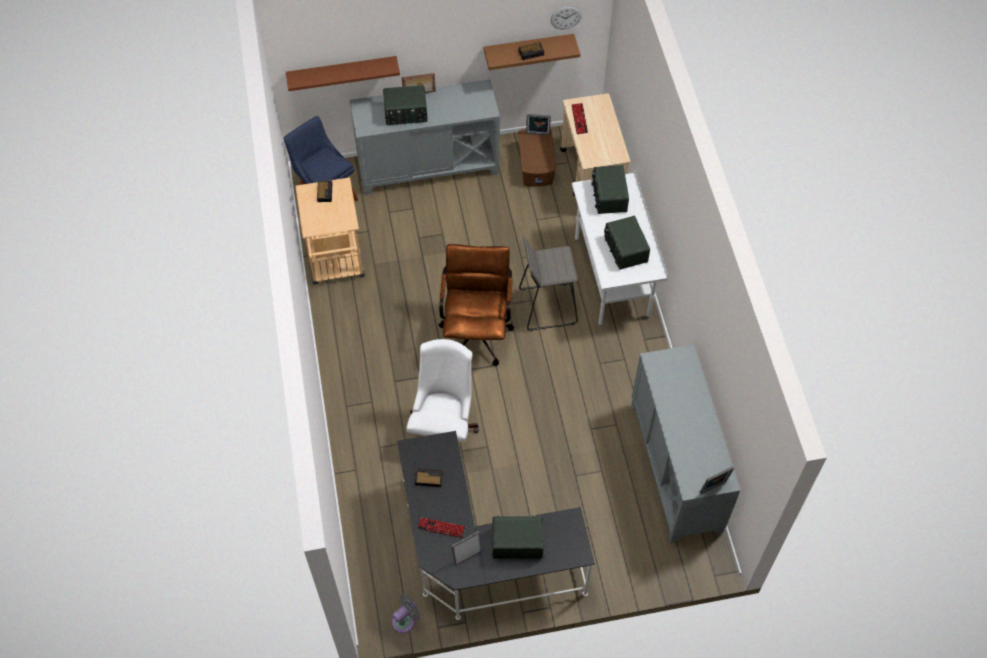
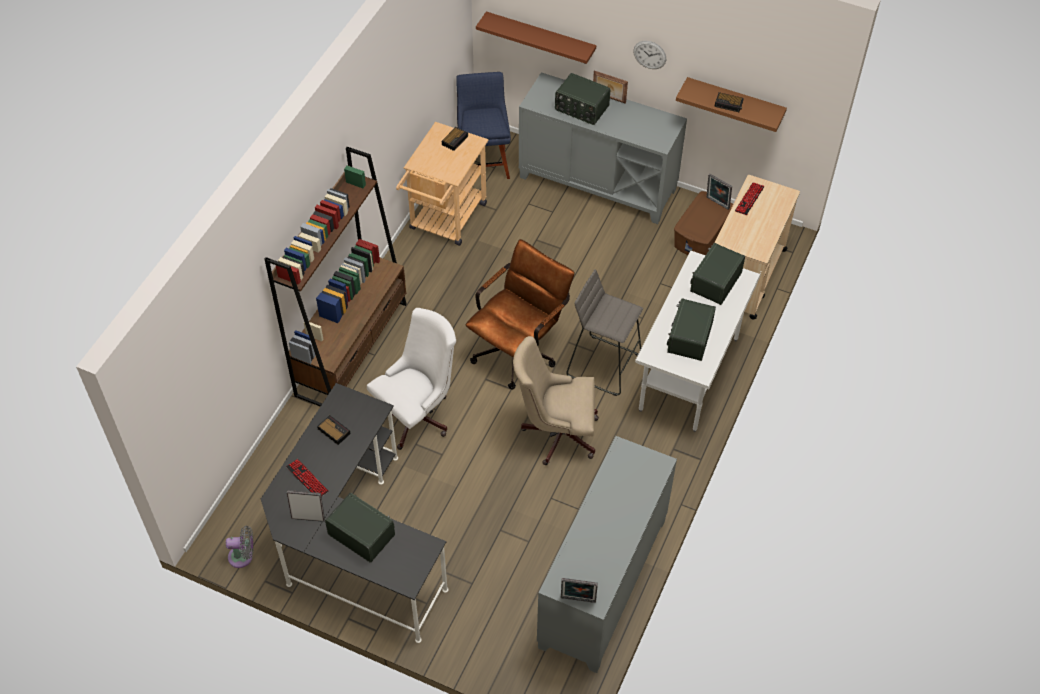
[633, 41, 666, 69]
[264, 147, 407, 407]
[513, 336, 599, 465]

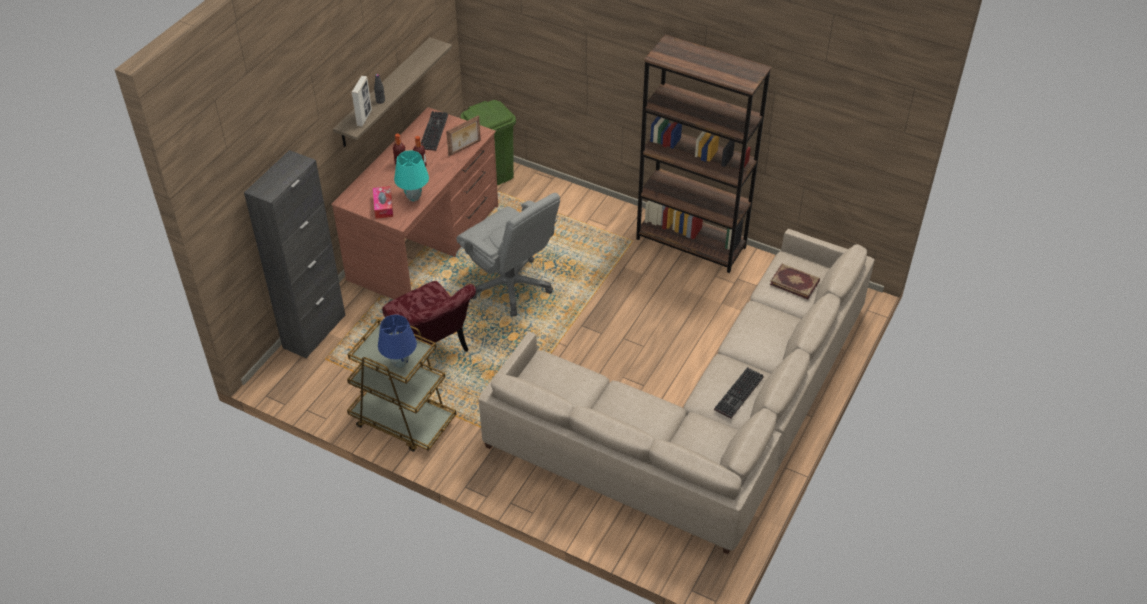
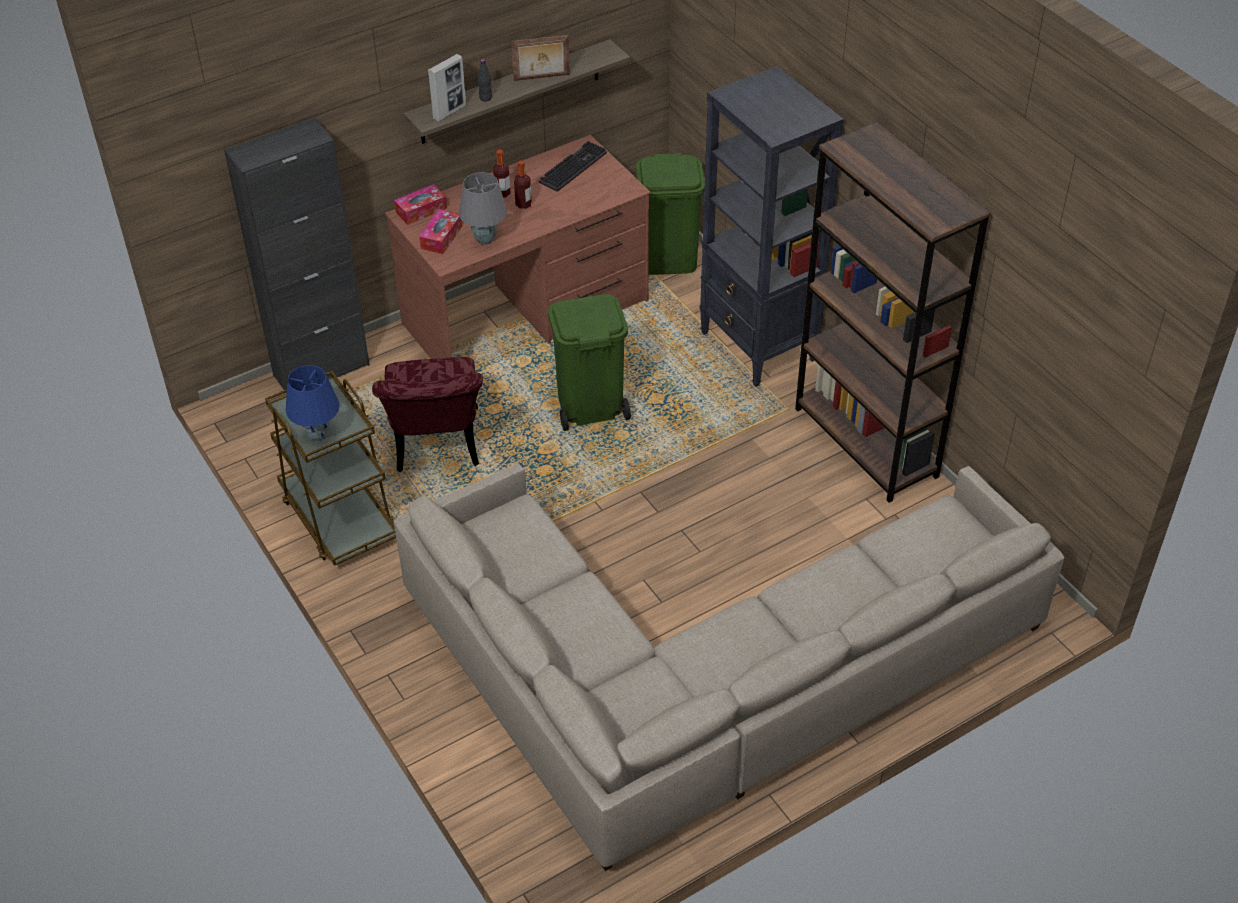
[511, 35, 570, 81]
[459, 172, 507, 245]
[548, 294, 631, 431]
[770, 264, 820, 299] (first image)
[714, 367, 764, 419] (first image)
[700, 66, 844, 387]
[394, 184, 447, 225]

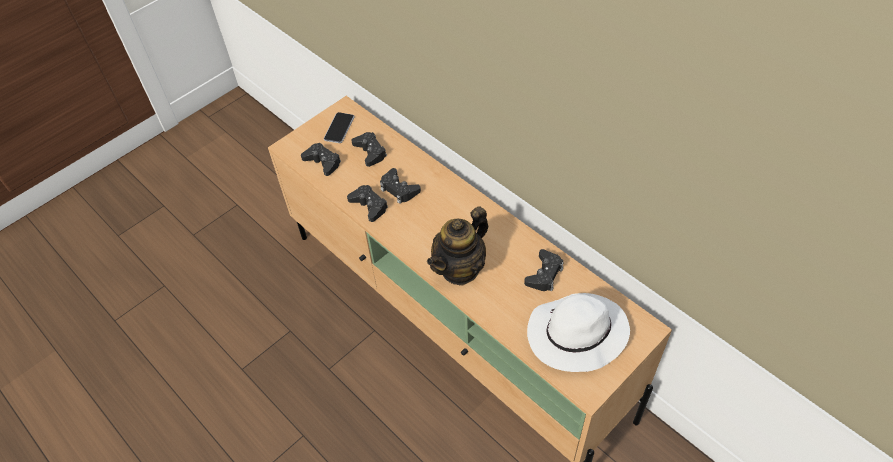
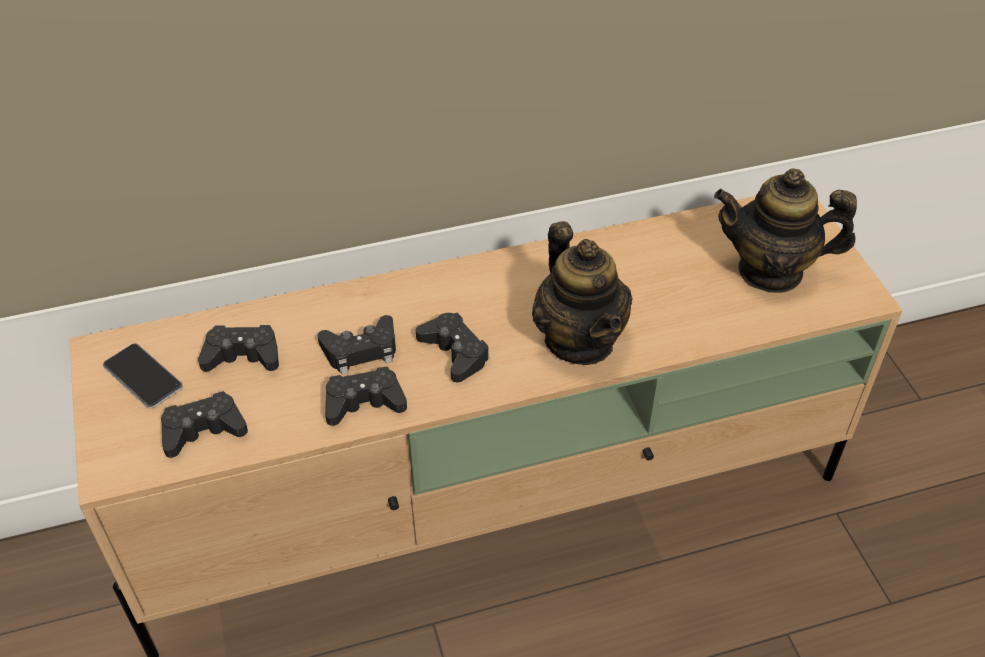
[416, 313, 490, 382]
[714, 168, 857, 293]

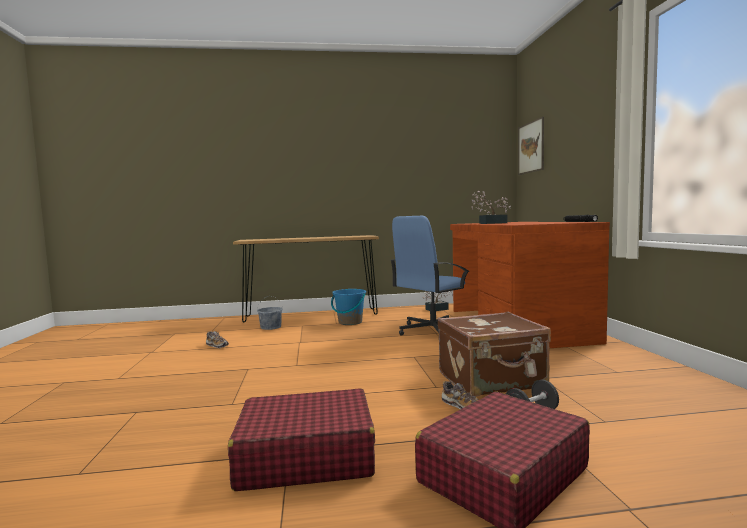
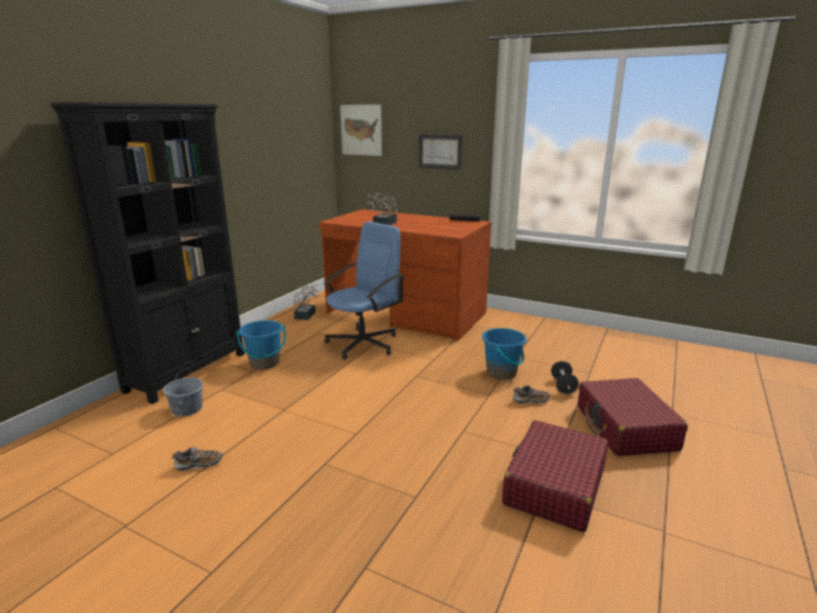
[324, 221, 404, 360]
[50, 102, 245, 404]
[482, 328, 527, 380]
[419, 134, 462, 170]

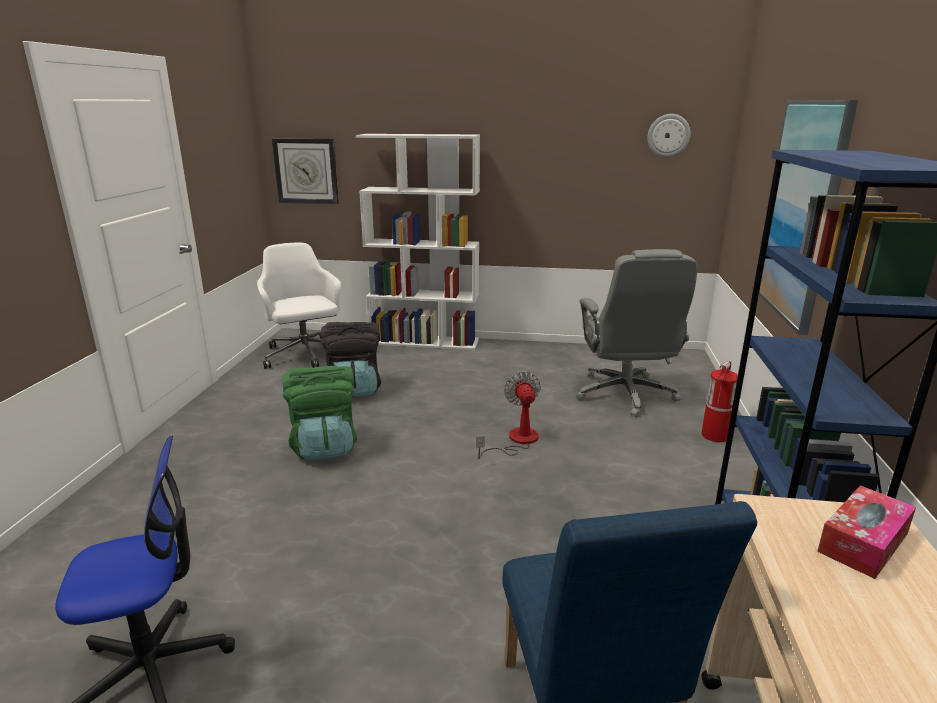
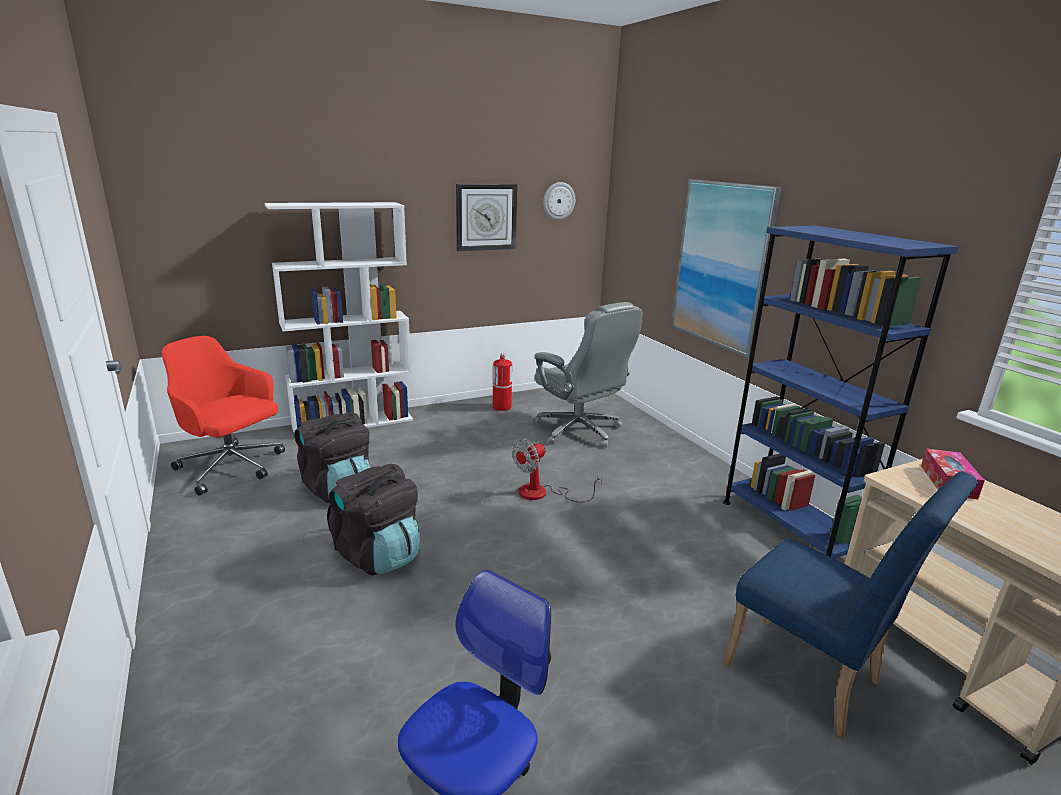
[456, 184, 517, 251]
[161, 336, 285, 496]
[493, 353, 512, 411]
[327, 464, 420, 575]
[512, 439, 602, 502]

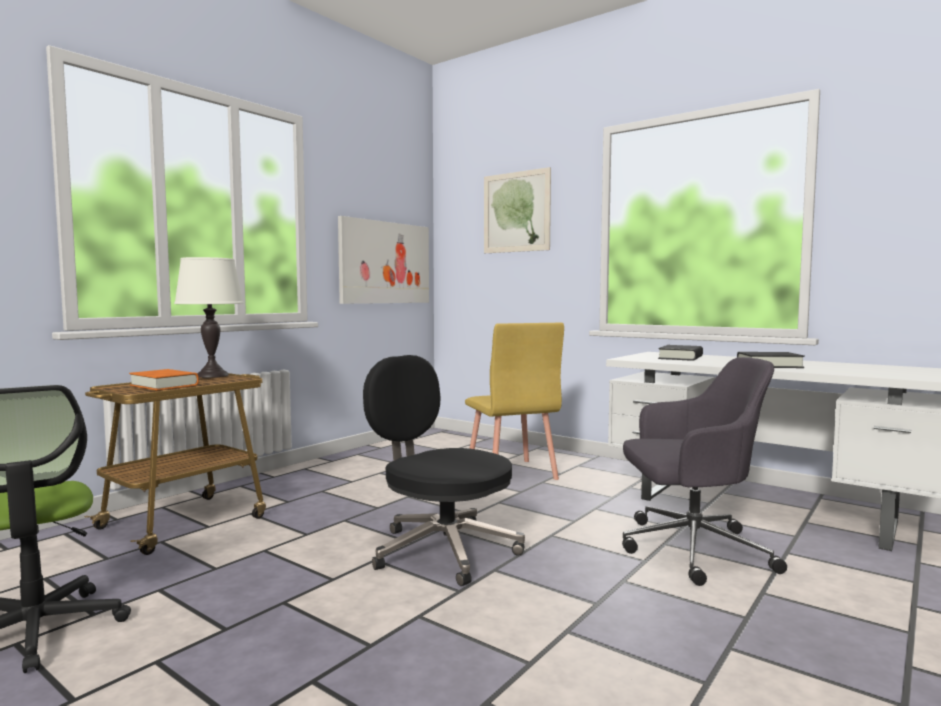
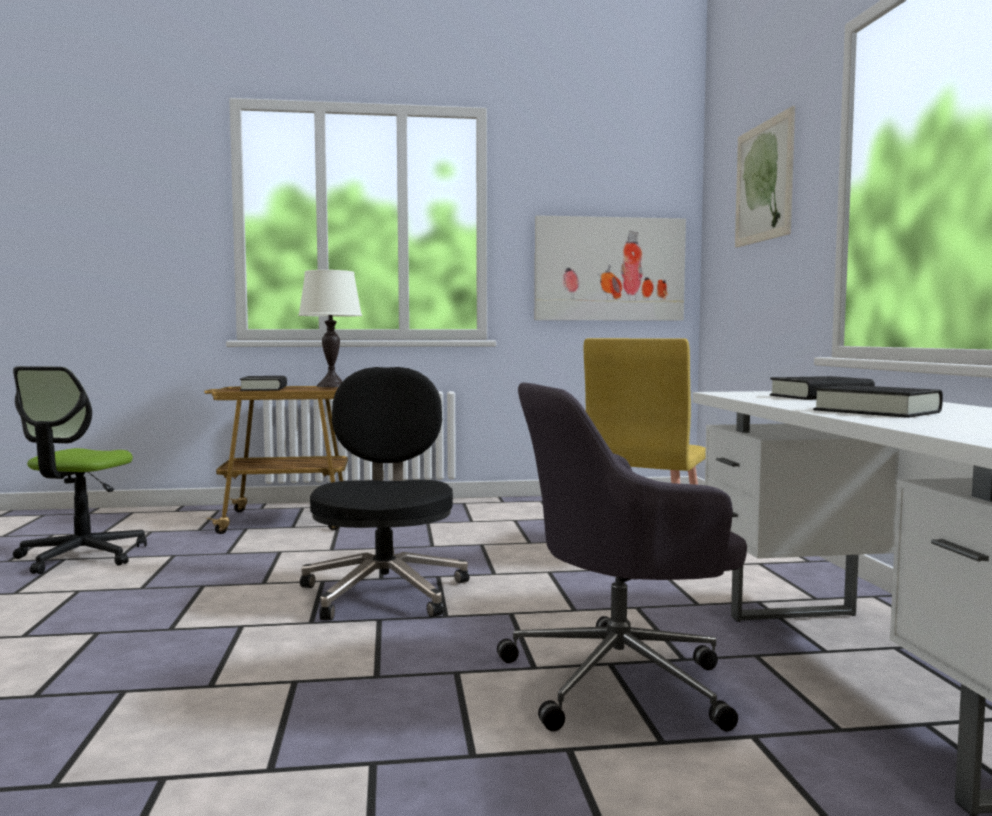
[497, 383, 747, 731]
[240, 376, 287, 391]

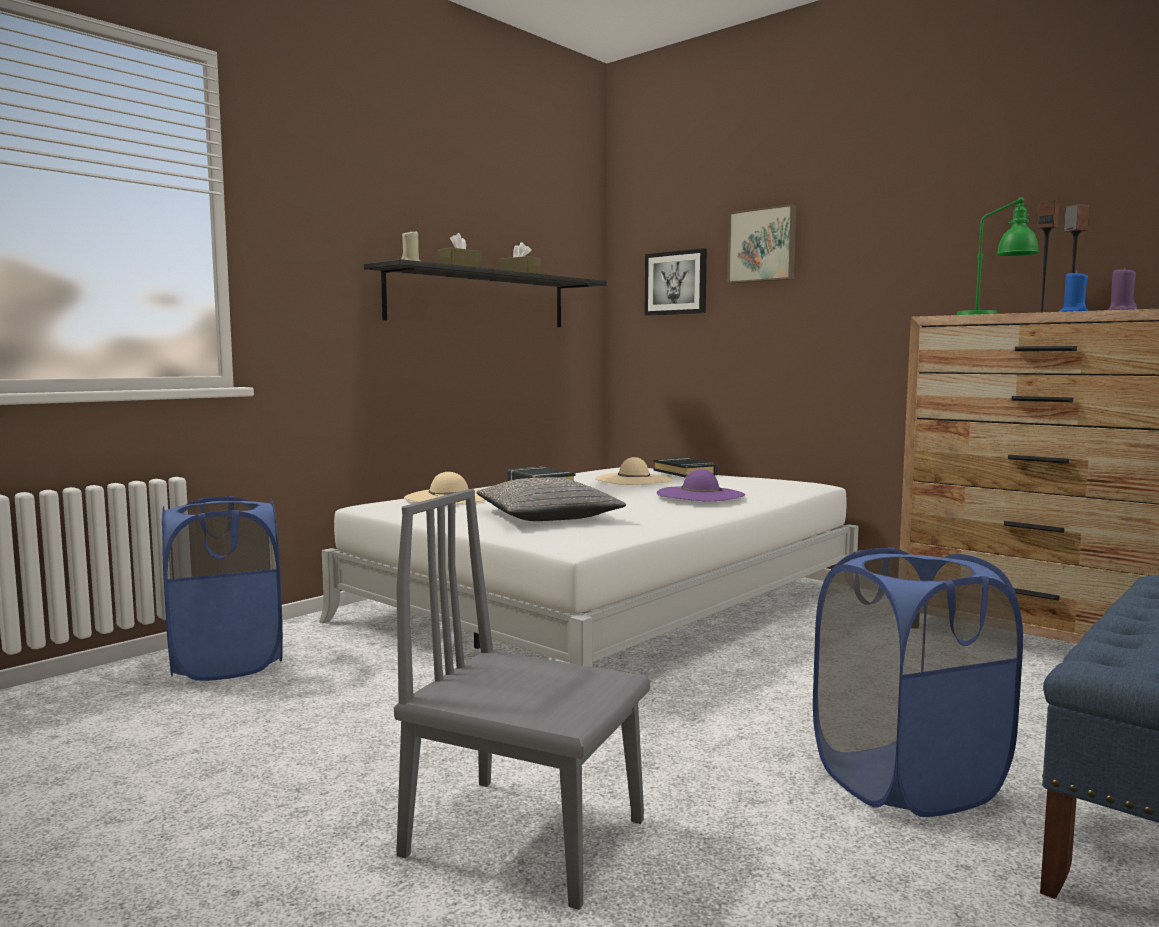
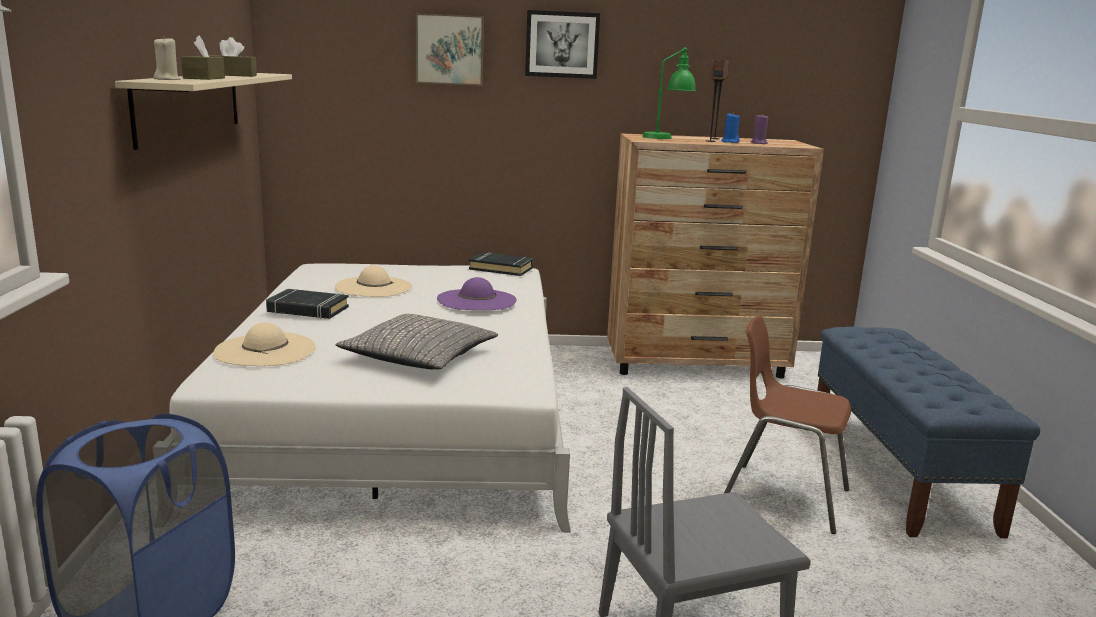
[525, 10, 600, 79]
[115, 73, 292, 150]
[469, 252, 533, 276]
[723, 316, 851, 534]

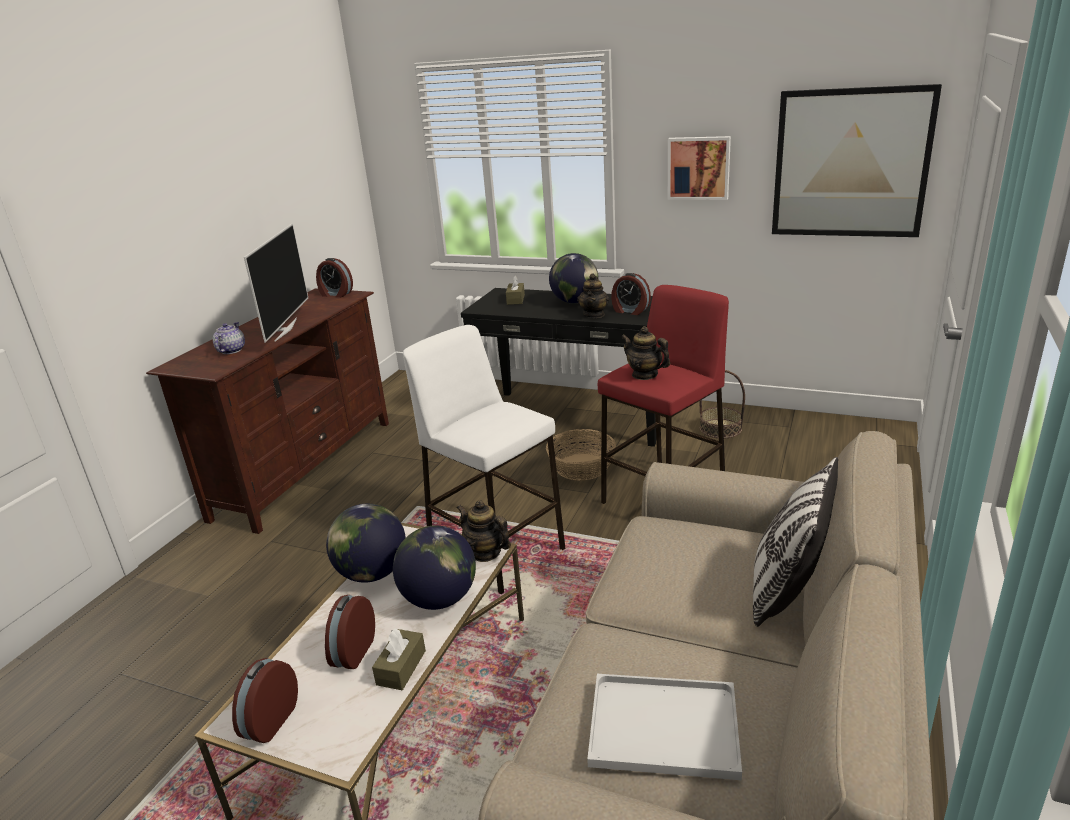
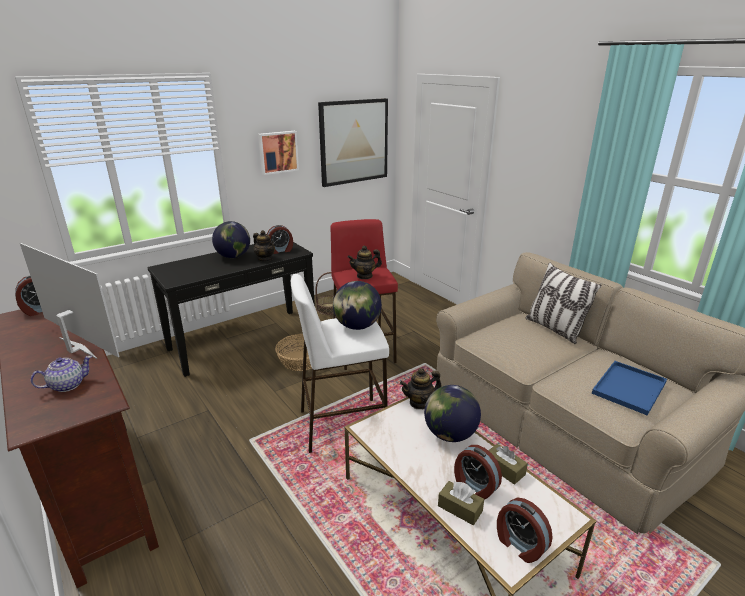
[438, 481, 484, 525]
[31, 355, 92, 392]
[333, 281, 382, 330]
[592, 361, 667, 415]

